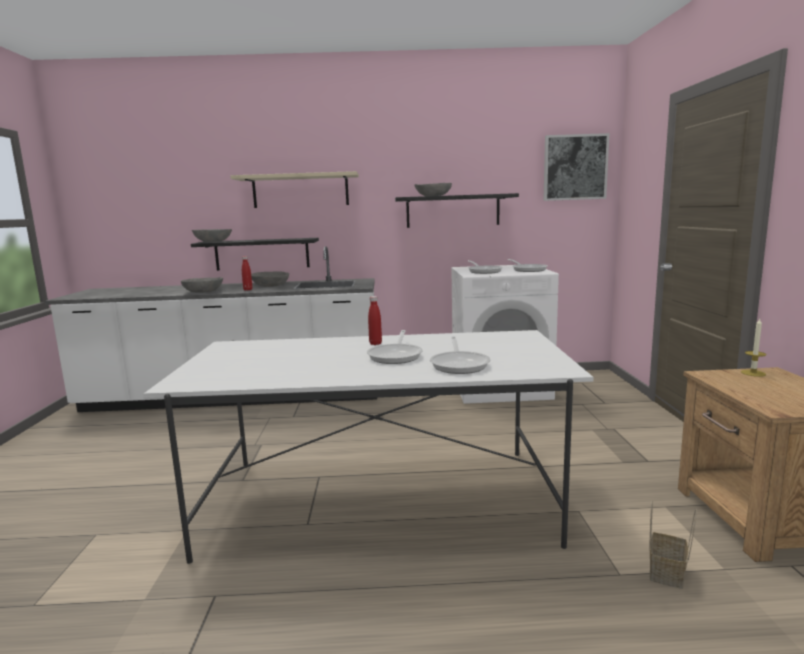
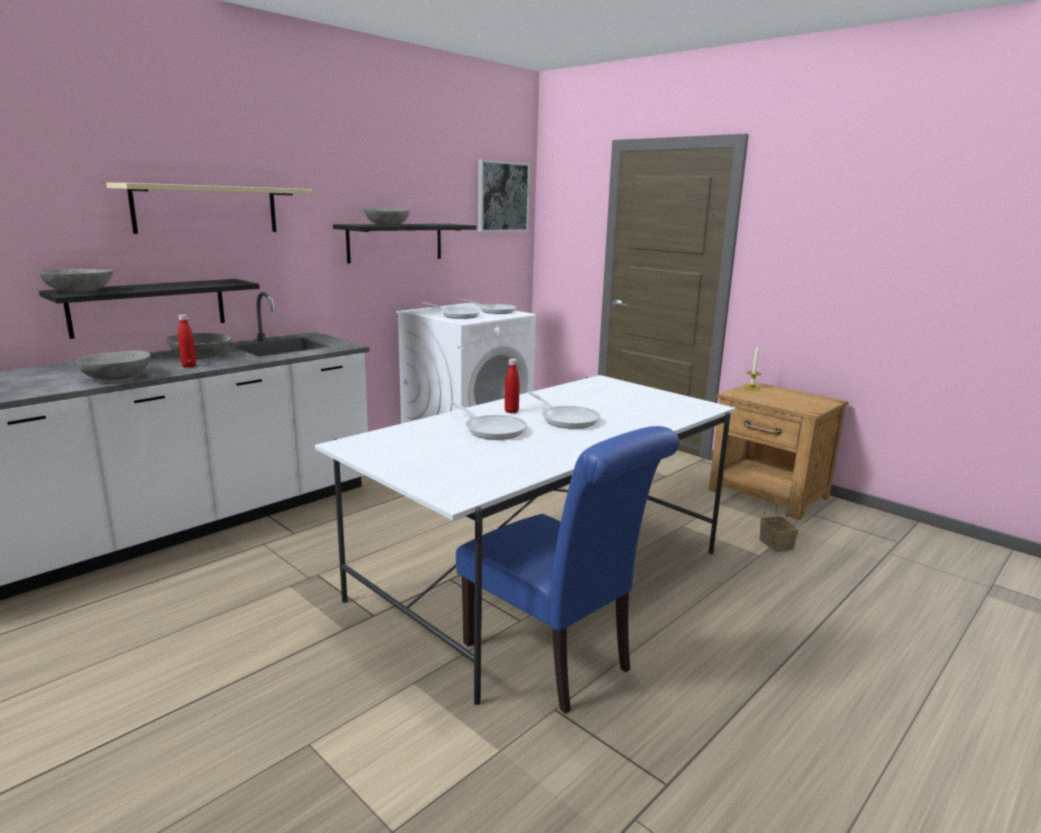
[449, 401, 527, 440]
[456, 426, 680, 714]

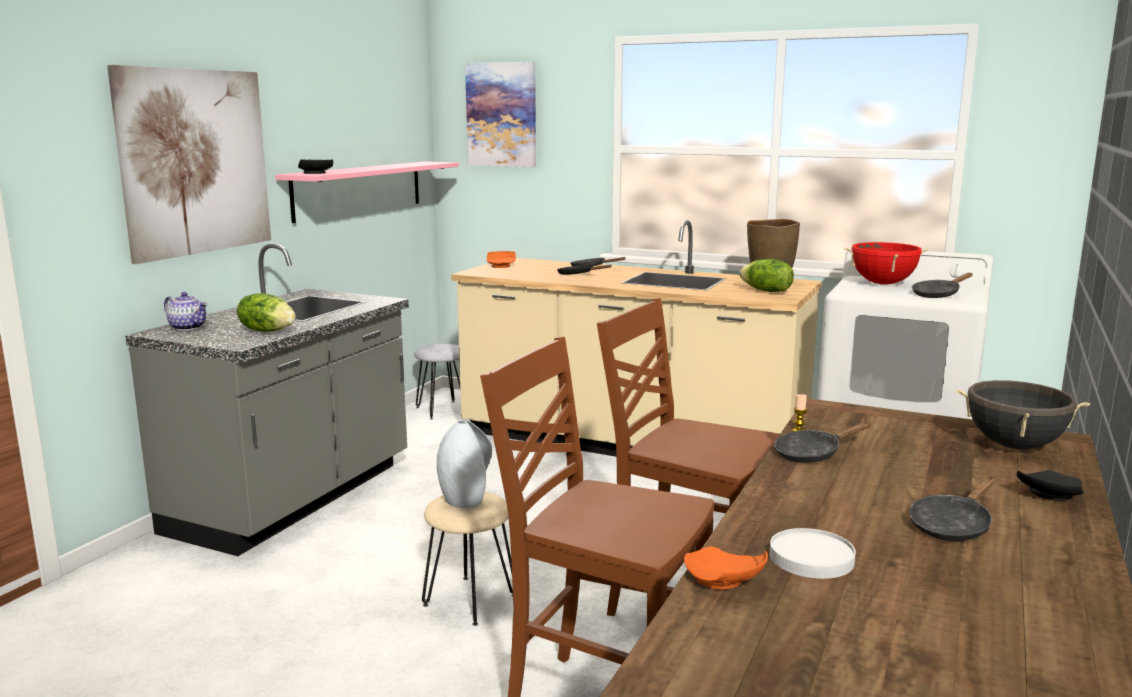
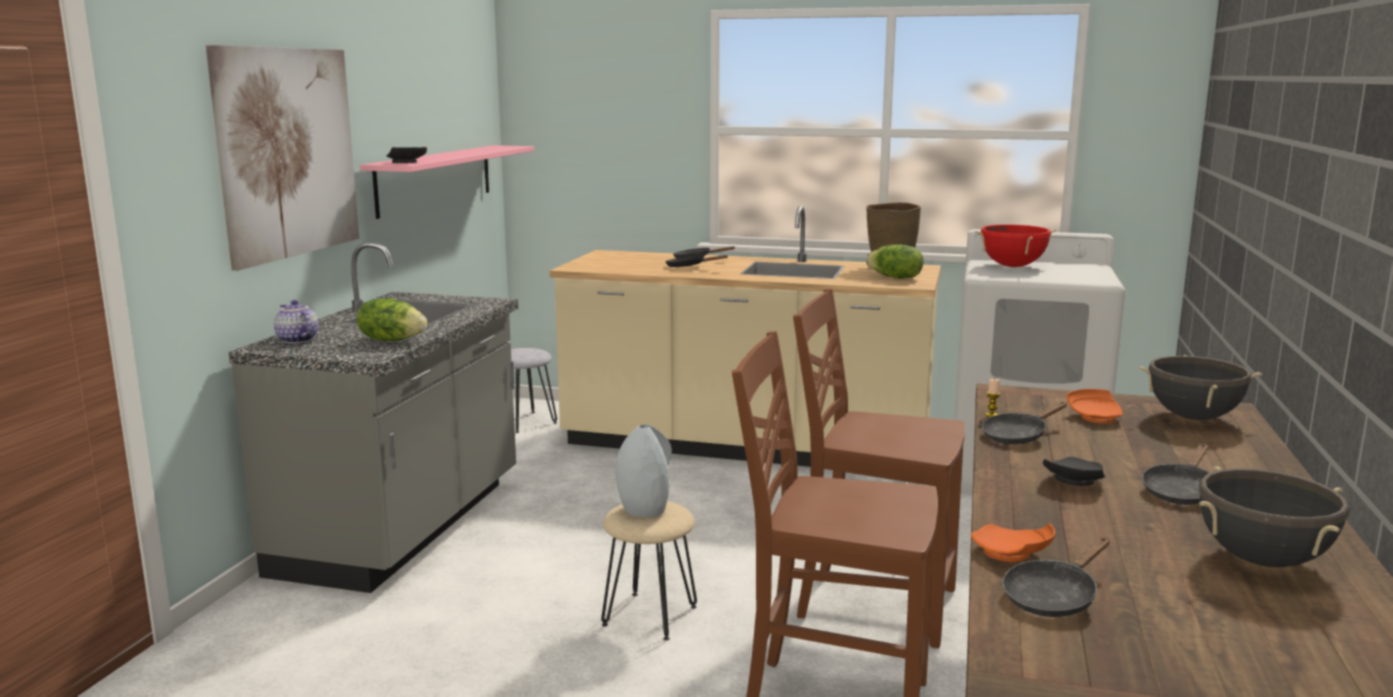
[465, 62, 536, 167] (first image)
[1067, 389, 1123, 424]
[1003, 537, 1110, 617]
[274, 300, 319, 343]
[1043, 457, 1105, 486]
[770, 528, 856, 579] (first image)
[1199, 466, 1349, 567]

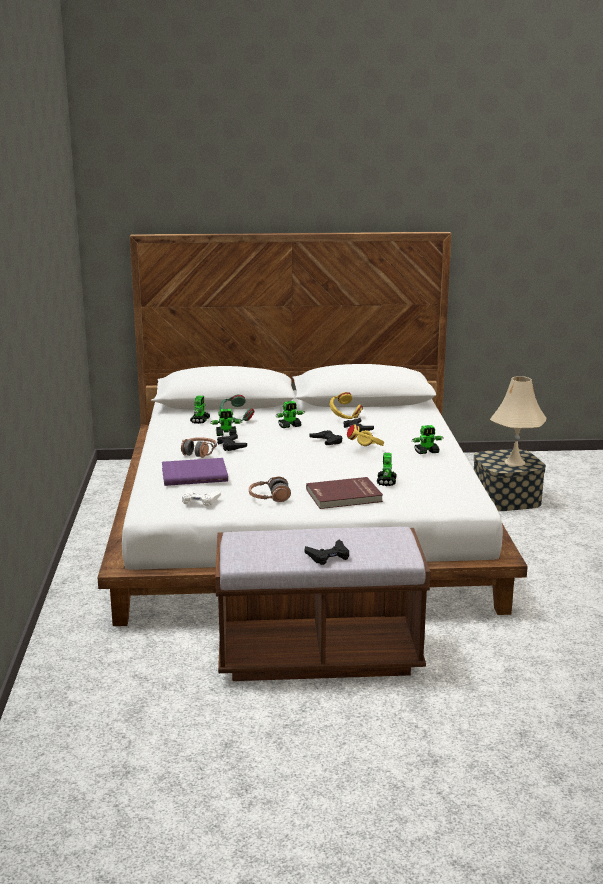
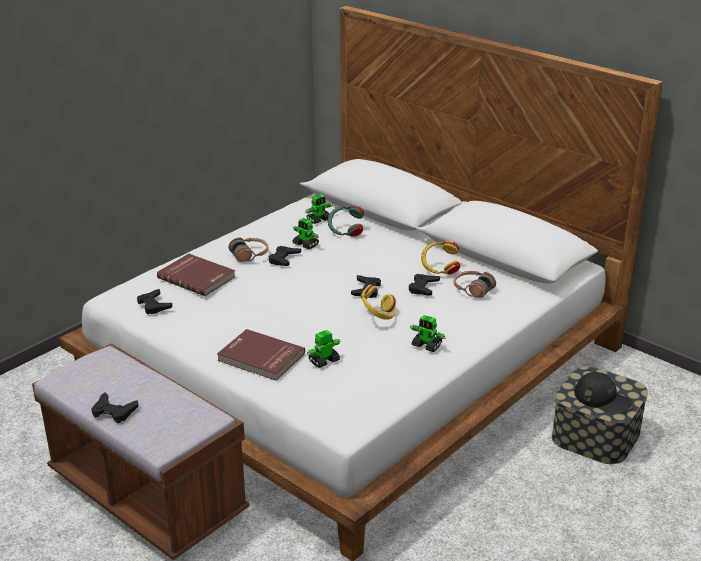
[574, 372, 633, 414]
[275, 401, 305, 428] (first image)
[157, 254, 236, 296]
[454, 271, 496, 298]
[137, 289, 172, 315]

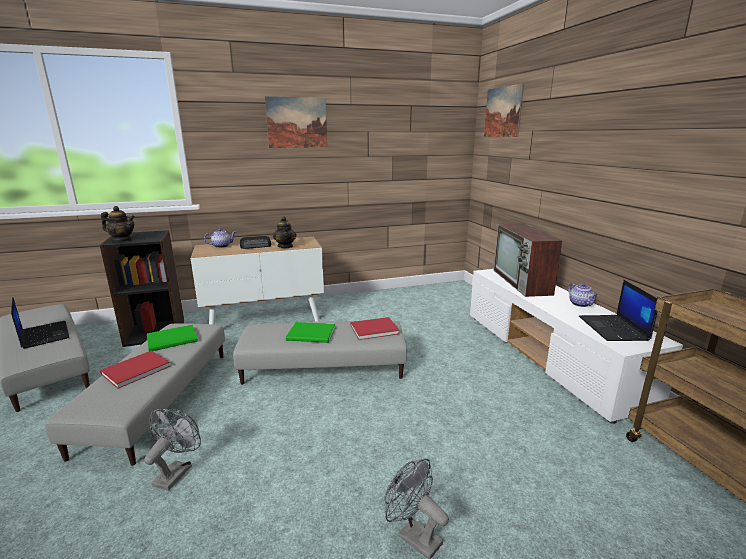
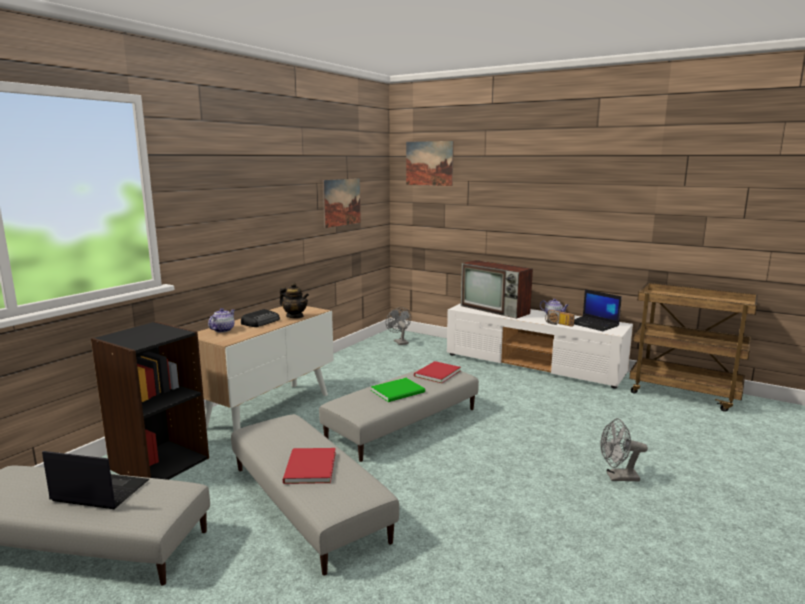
[323, 178, 361, 228]
[101, 206, 135, 241] (first image)
[147, 324, 198, 351] (first image)
[386, 307, 411, 345]
[545, 310, 575, 327]

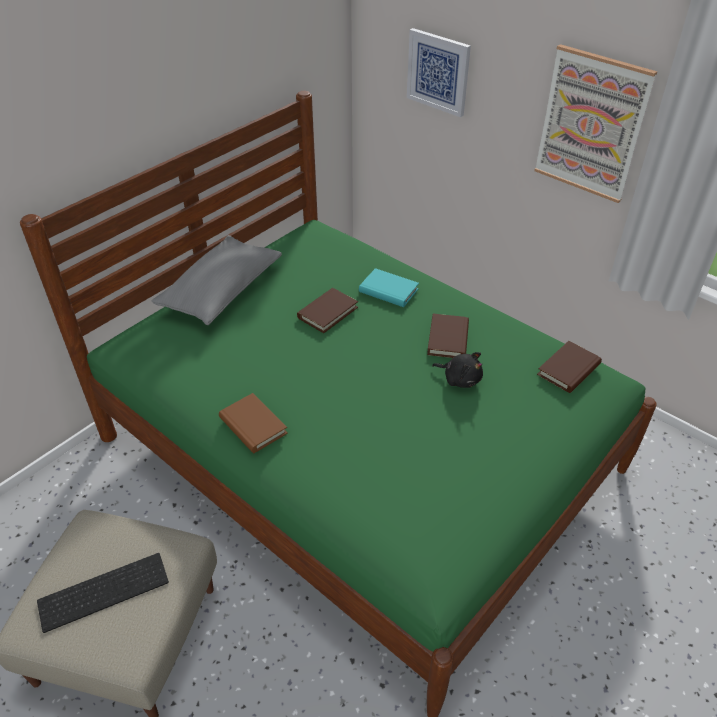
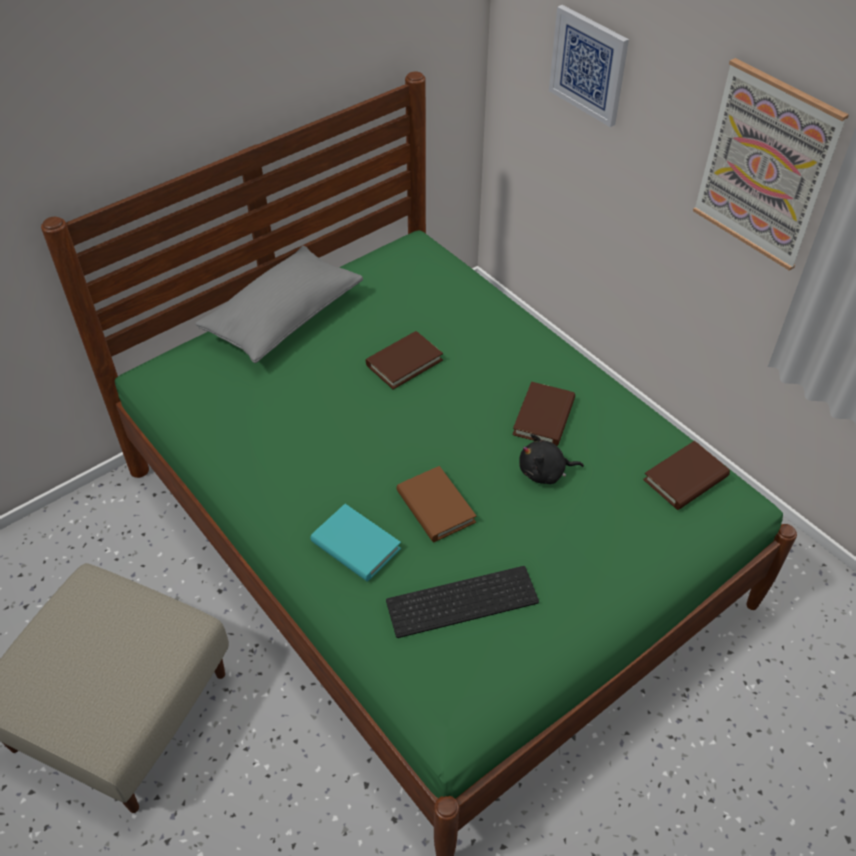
[310, 504, 401, 582]
[519, 434, 584, 484]
[397, 466, 476, 542]
[386, 566, 539, 638]

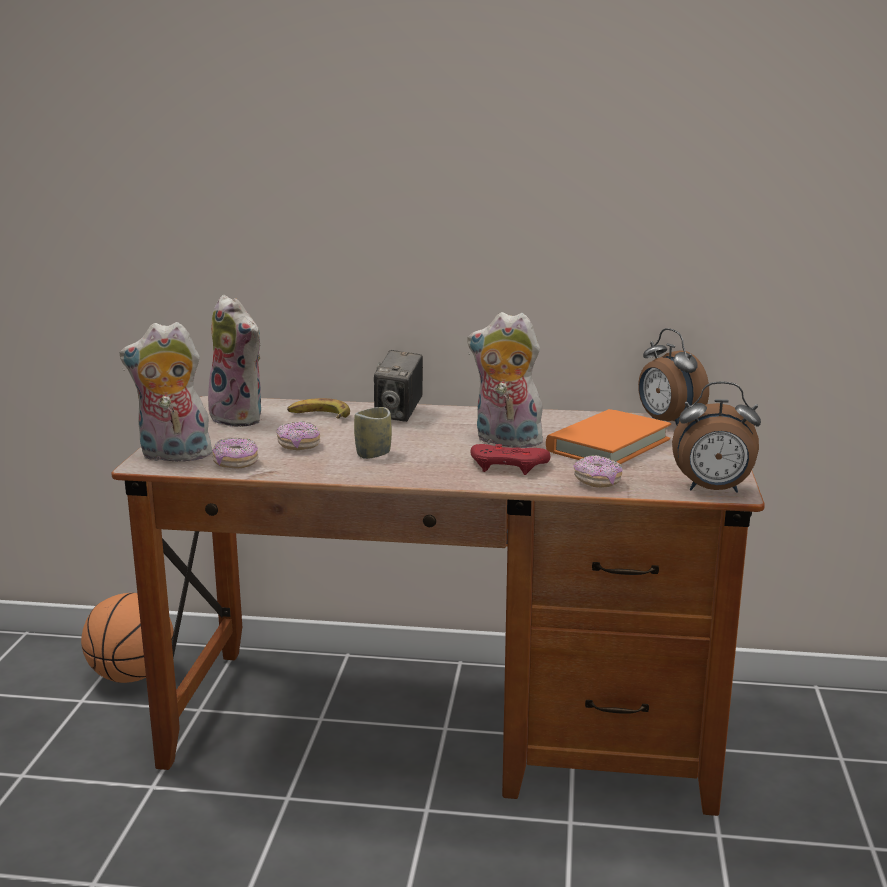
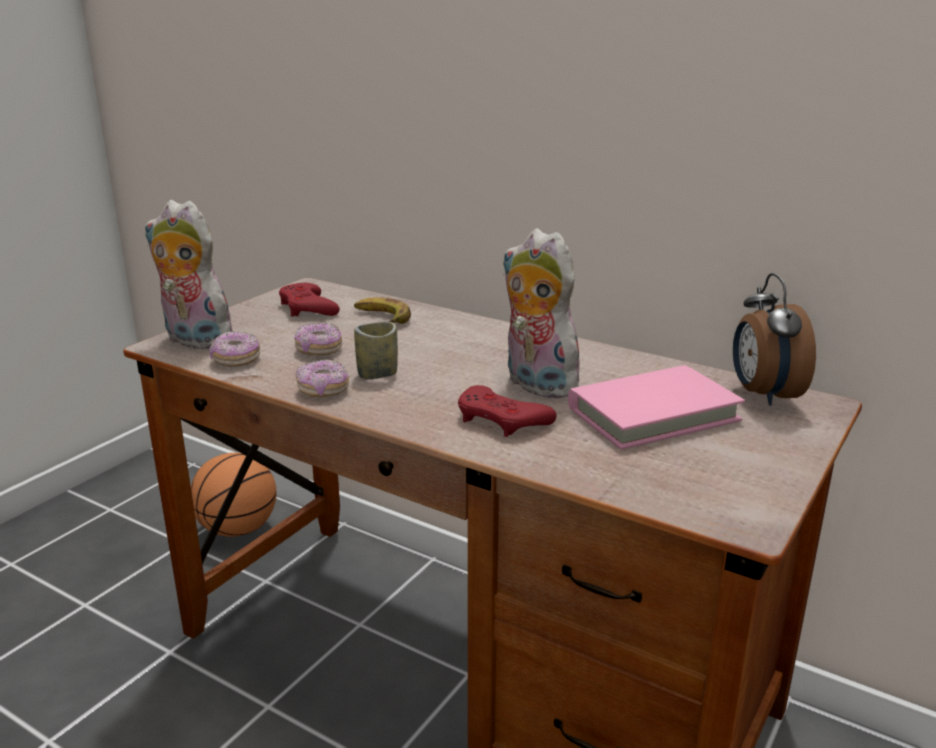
[279, 283, 340, 316]
[374, 350, 423, 422] (first image)
[672, 381, 761, 493] (first image)
[568, 365, 745, 450]
[296, 359, 349, 398]

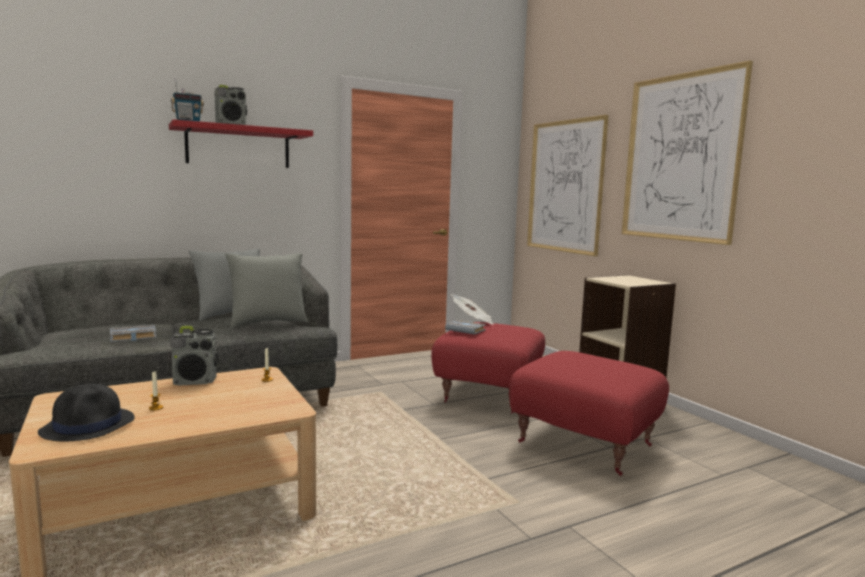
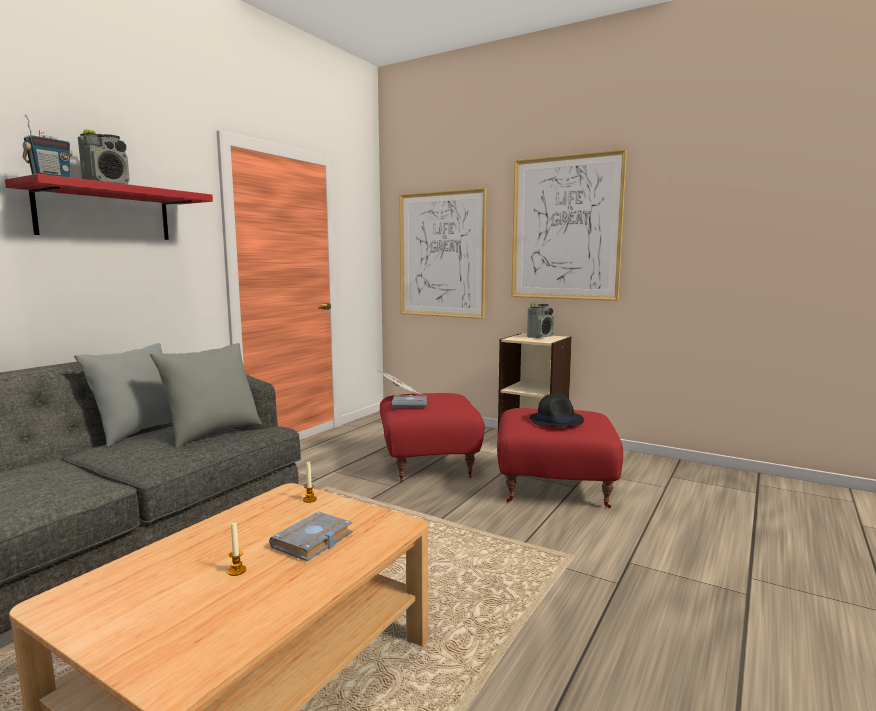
[269, 511, 353, 561]
[527, 302, 554, 338]
[530, 393, 584, 427]

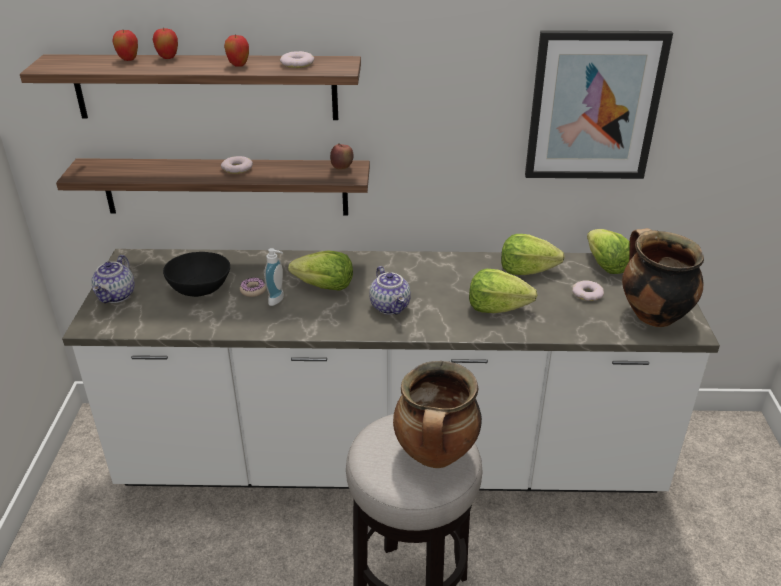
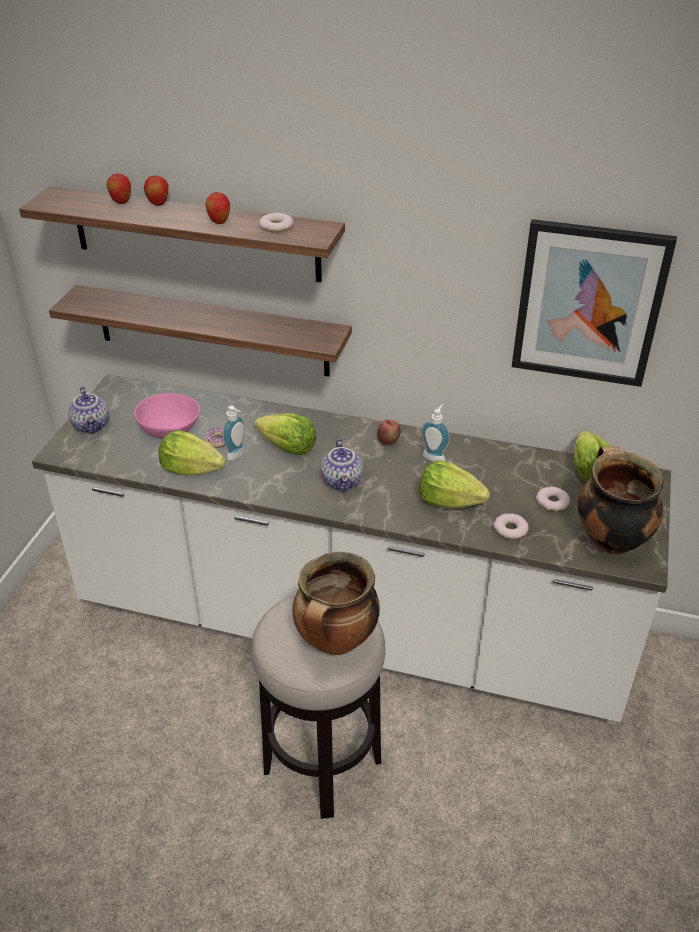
[377, 420, 401, 445]
[493, 514, 529, 539]
[159, 430, 226, 476]
[134, 393, 200, 439]
[68, 387, 109, 433]
[421, 404, 450, 462]

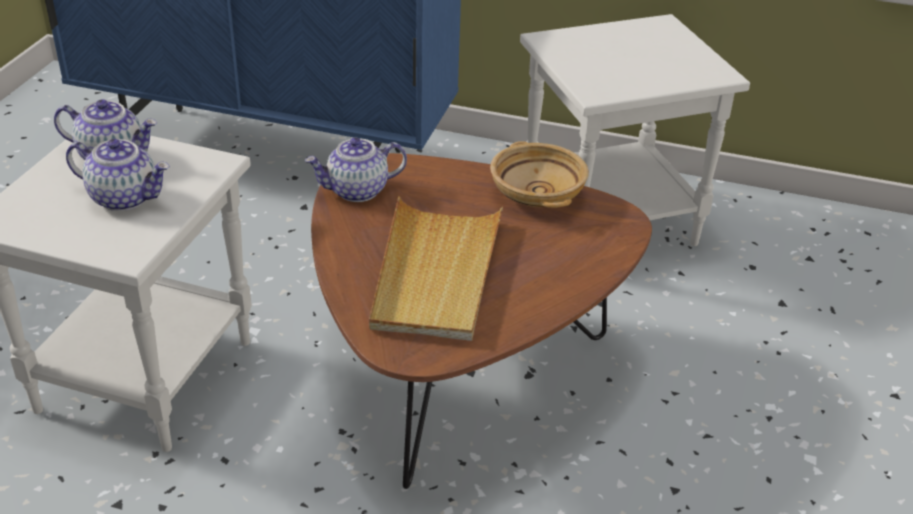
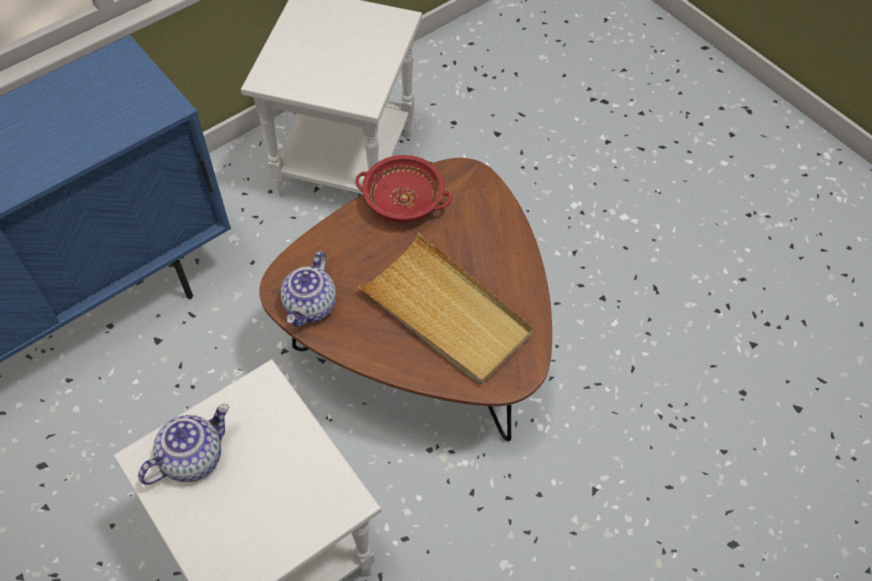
[66, 139, 170, 211] (first image)
[355, 155, 452, 223]

